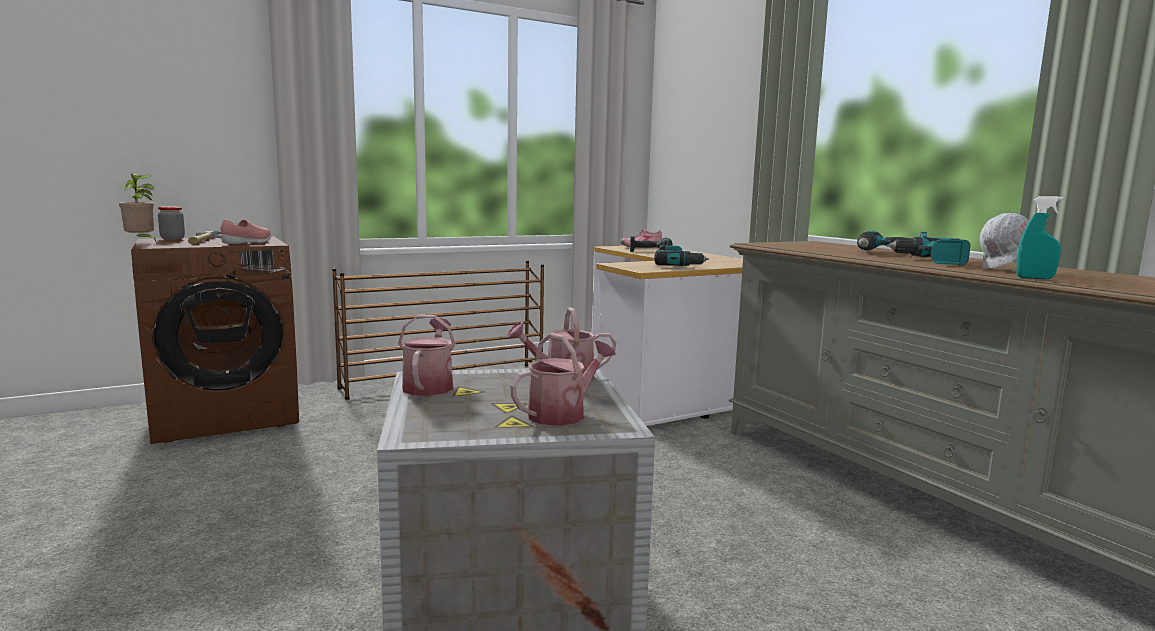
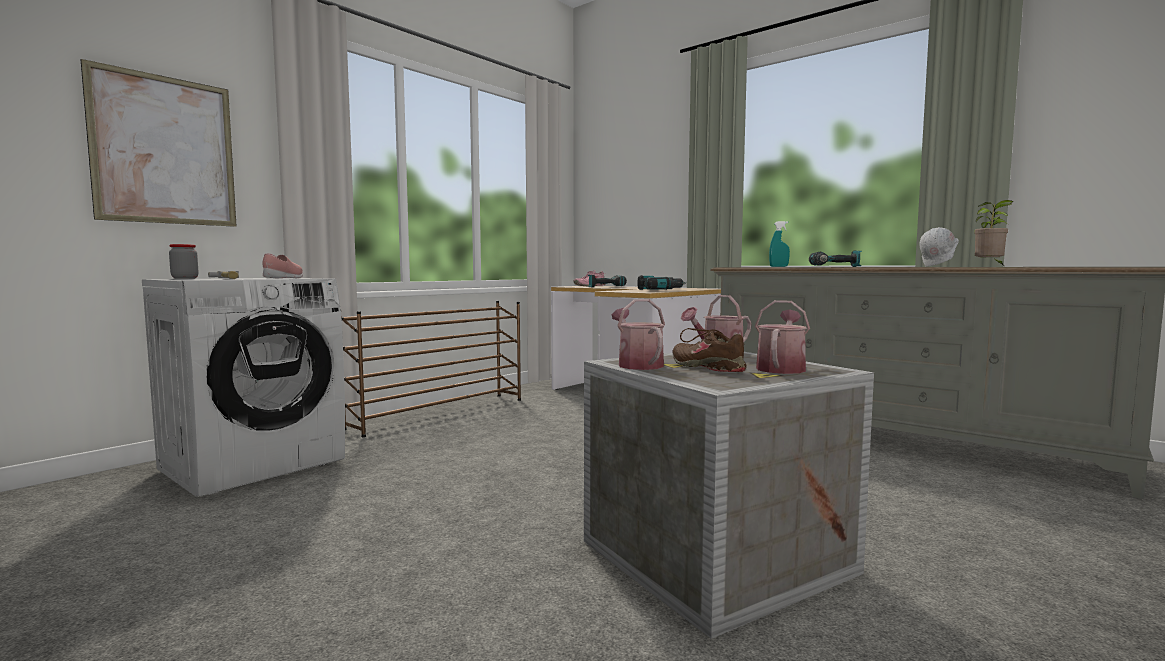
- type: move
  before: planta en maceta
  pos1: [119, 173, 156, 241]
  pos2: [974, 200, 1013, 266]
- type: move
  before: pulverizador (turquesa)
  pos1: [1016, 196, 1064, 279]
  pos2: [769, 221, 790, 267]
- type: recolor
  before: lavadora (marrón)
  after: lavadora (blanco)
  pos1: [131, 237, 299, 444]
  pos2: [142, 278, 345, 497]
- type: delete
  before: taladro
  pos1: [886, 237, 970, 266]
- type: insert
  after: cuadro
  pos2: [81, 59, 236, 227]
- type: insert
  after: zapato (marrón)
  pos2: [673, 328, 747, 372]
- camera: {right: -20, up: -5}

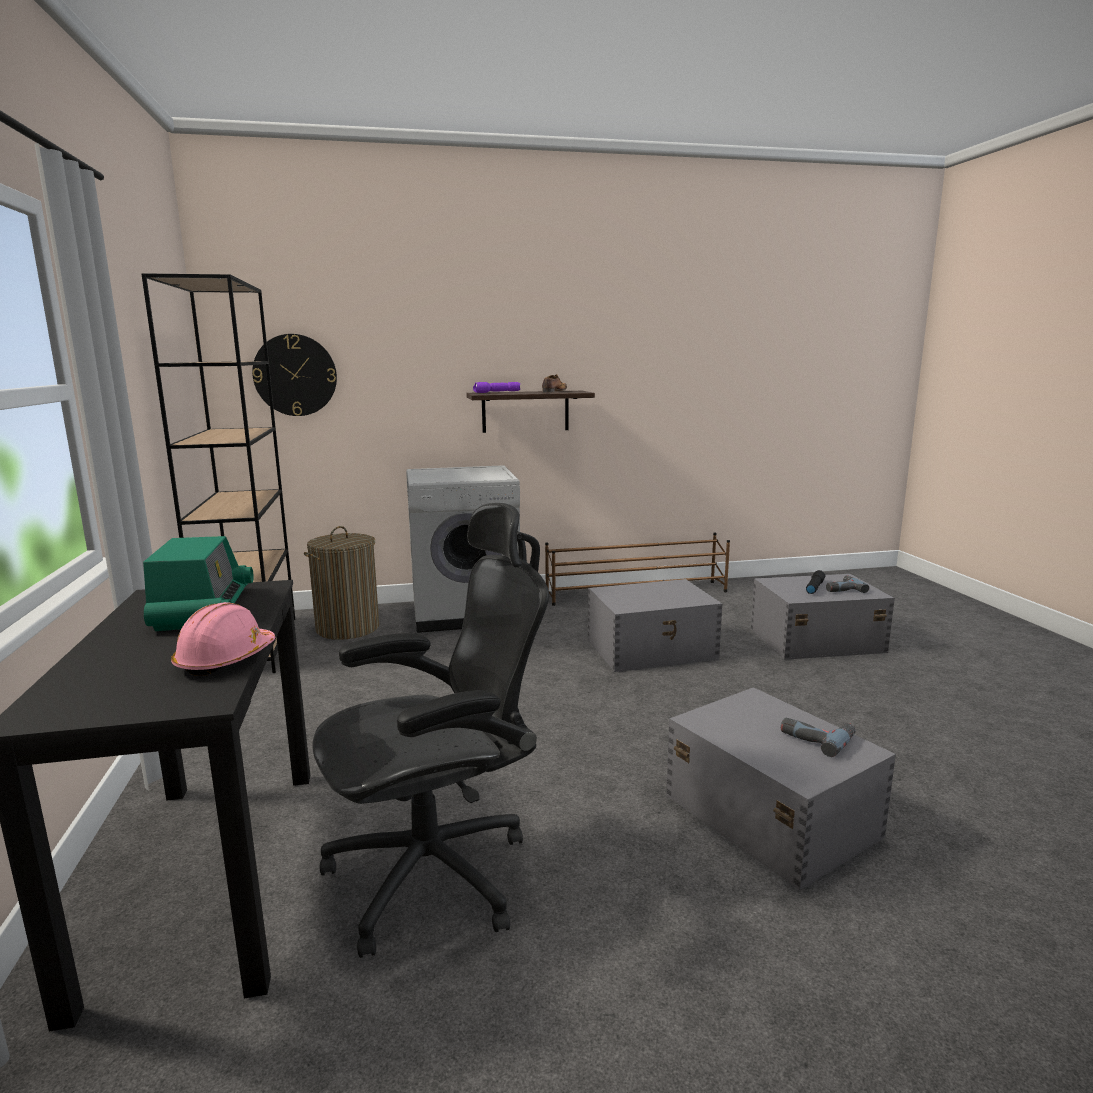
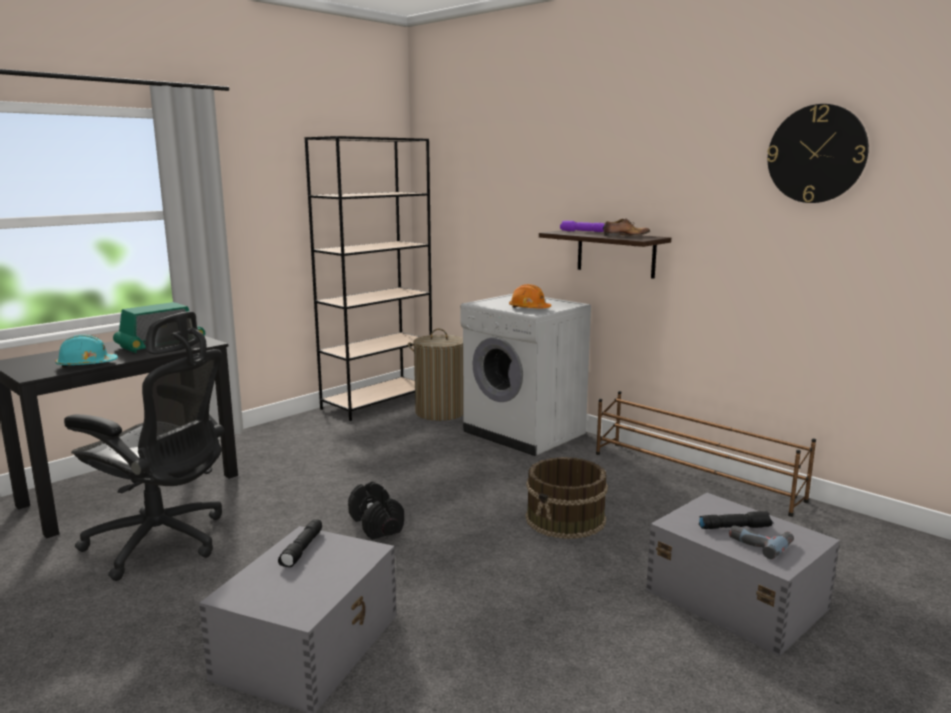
- type: move
  before: reloj de pared
  pos1: [252, 334, 337, 416]
  pos2: [767, 104, 869, 203]
- type: replace
  before: caja de almacenaje (gris)
  after: cubo (marrón)
  pos1: [588, 579, 722, 672]
  pos2: [526, 457, 608, 539]
- type: recolor
  before: casco (rosa)
  after: casco (turquesa)
  pos1: [171, 602, 275, 676]
  pos2: [55, 335, 118, 368]
- type: delete
  before: taladro
  pos1: [781, 718, 856, 757]
- type: insert
  after: casco (naranja)
  pos2: [509, 284, 551, 308]
- type: insert
  after: mancuerna (negro)
  pos2: [348, 481, 404, 540]
- type: insert
  after: linterna (negro)
  pos2: [278, 519, 322, 567]
- camera: {right: 55, up: 0}

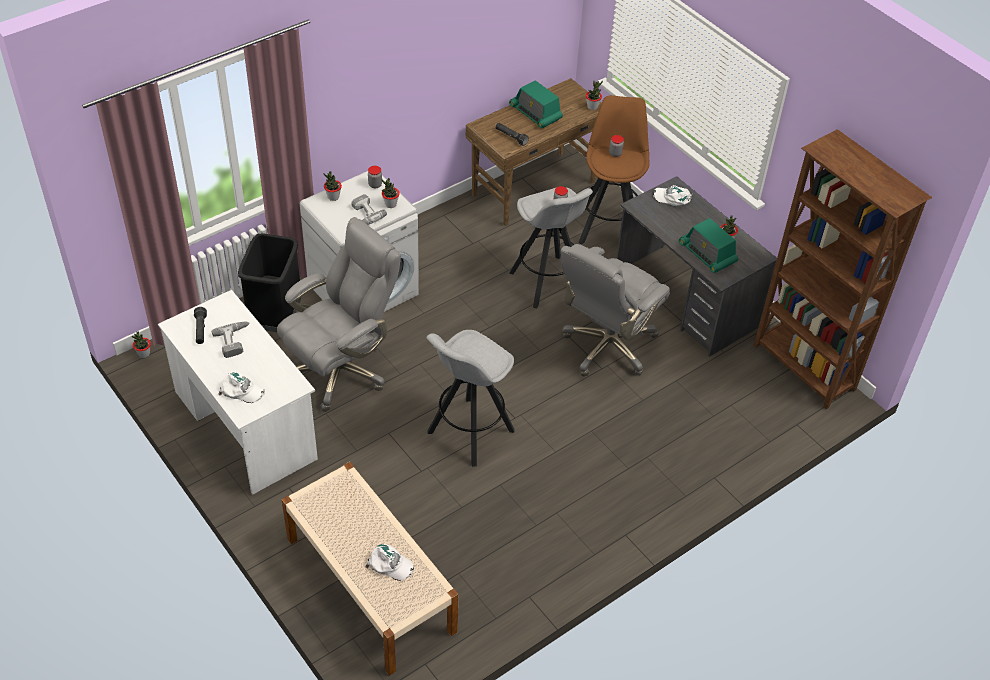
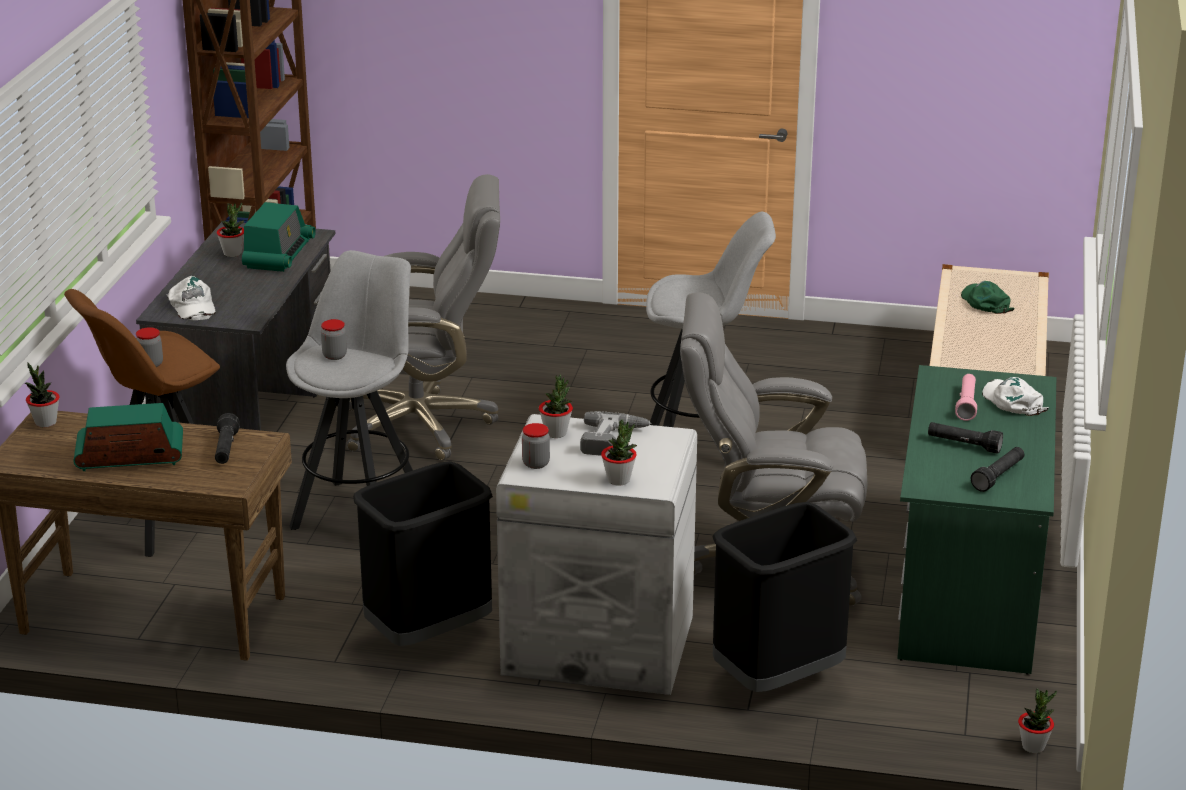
- type: rotate
  before: radio
  pos1: [509, 80, 563, 129]
  pos2: [74, 403, 183, 471]
  turn: -105
- type: recolor
  before: escritorio (blanco)
  after: escritorio (verde)
  pos1: [158, 290, 318, 495]
  pos2: [897, 365, 1056, 674]
- type: replace
  before: taladro
  after: linterna (negro)
  pos1: [212, 322, 249, 358]
  pos2: [928, 422, 1003, 454]
- type: recolor
  before: gorra (blanco)
  after: gorra (verde)
  pos1: [365, 544, 414, 581]
  pos2: [961, 281, 1015, 314]
- type: insert
  after: linterna (rosa)
  pos2: [955, 374, 977, 421]
- type: insert
  after: papelera (negro)
  pos2: [353, 461, 493, 646]
- camera: {right: -130, up: -20}

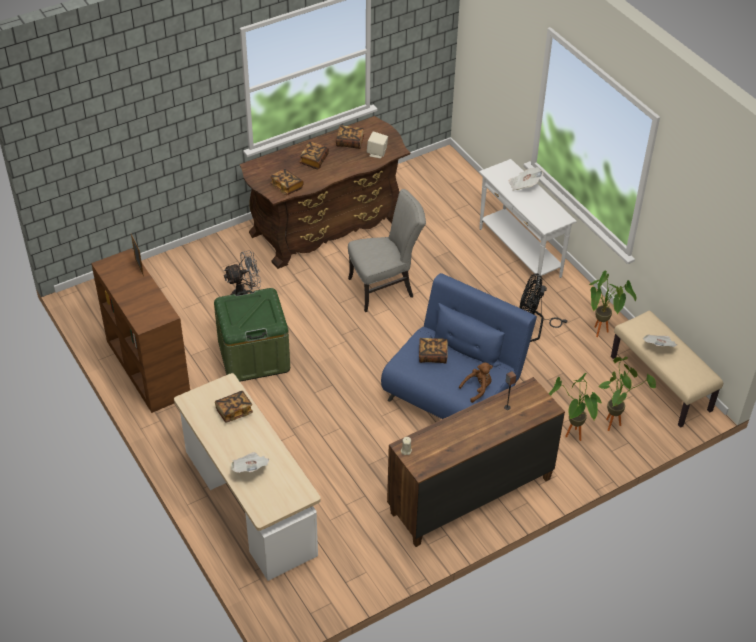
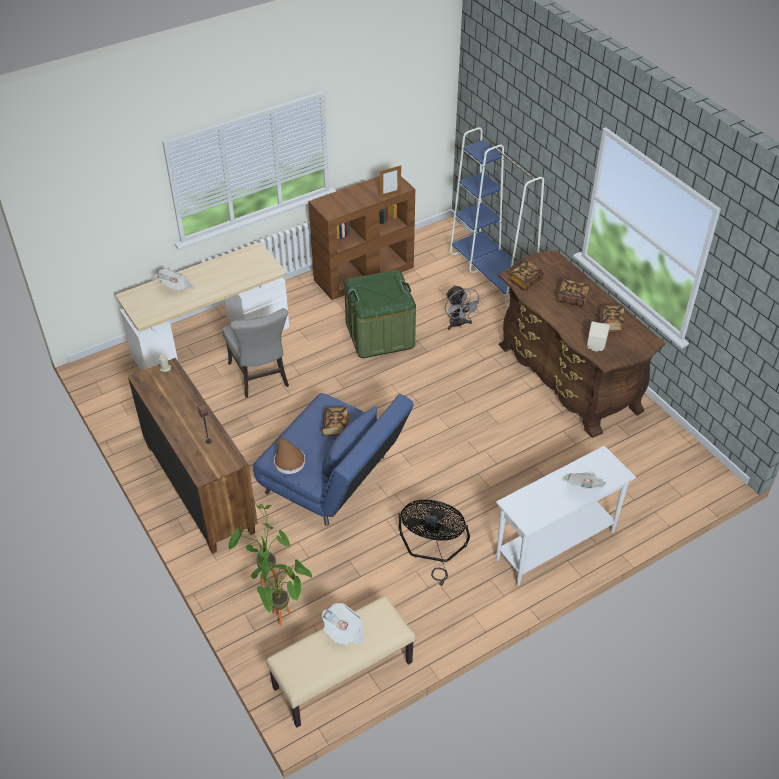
- type: move
  before: silla (gris)
  pos1: [348, 189, 426, 312]
  pos2: [222, 308, 289, 398]
- type: delete
  before: planta en maceta
  pos1: [589, 270, 636, 337]
- type: replace
  before: peluche (marrón)
  after: sombrero (marrón)
  pos1: [459, 363, 493, 403]
  pos2: [274, 438, 305, 474]
- type: delete
  before: libro
  pos1: [215, 391, 253, 423]
- type: insert
  after: perchero (azul)
  pos2: [450, 127, 544, 307]
- camera: {right: 90, up: 0}

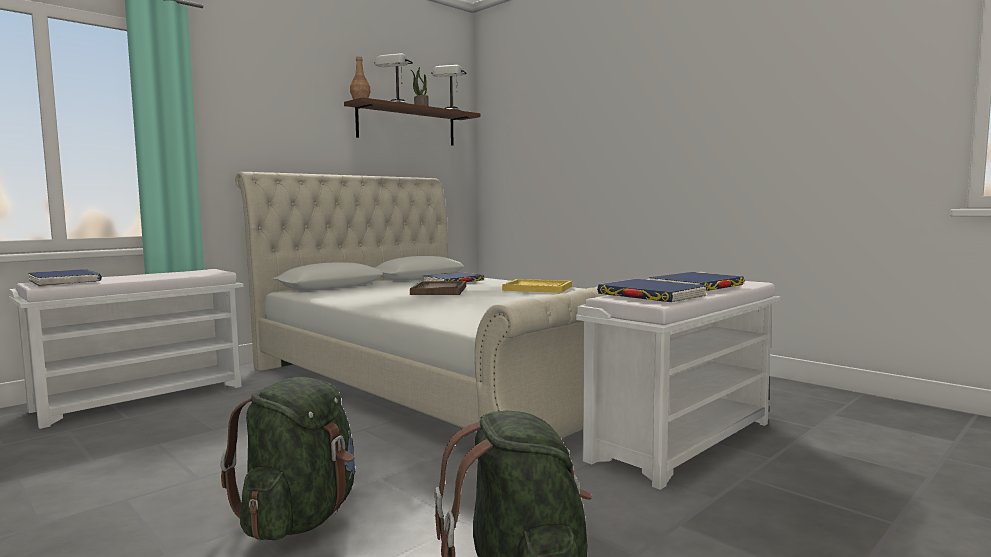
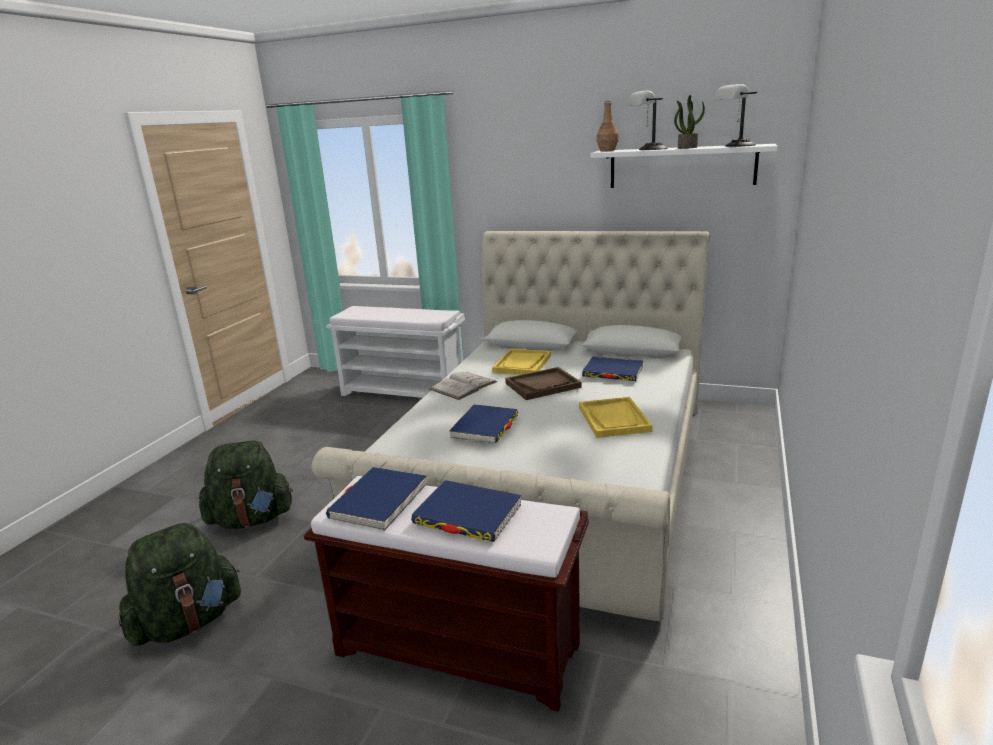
- type: recolor
  before: estante (marrón)
  after: estante (blanco)
  pos1: [344, 97, 480, 146]
  pos2: [590, 144, 778, 188]
- type: move
  before: libro (azul)
  pos1: [28, 269, 102, 287]
  pos2: [449, 404, 518, 443]
- type: recolor
  before: banco (blanco)
  after: banco (marrón)
  pos1: [576, 281, 780, 490]
  pos2: [304, 476, 589, 711]
- type: insert
  after: bandeja (amarillo)
  pos2: [492, 348, 551, 375]
- type: insert
  after: libro (blanco)
  pos2: [430, 372, 497, 400]
- camera: {right: 65, up: 15}

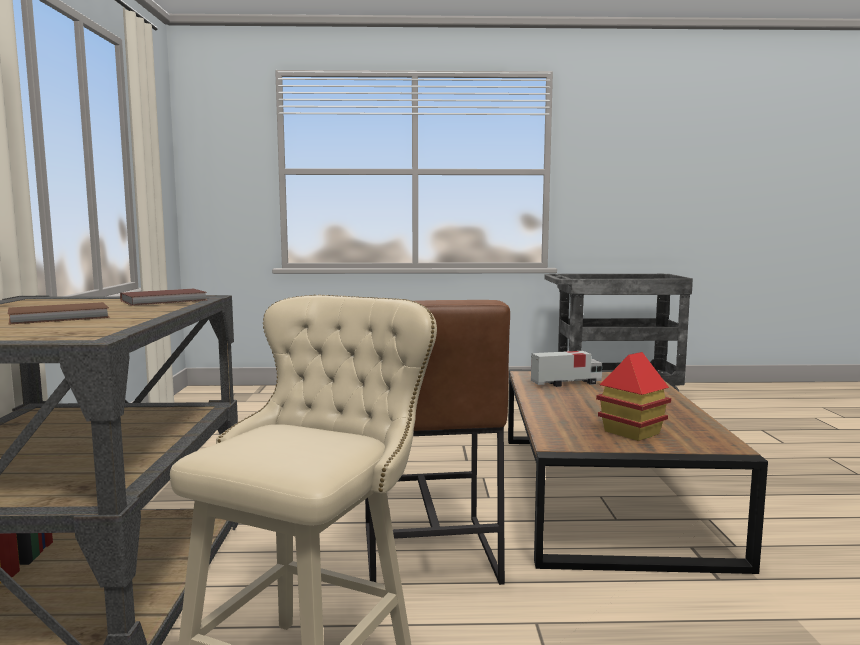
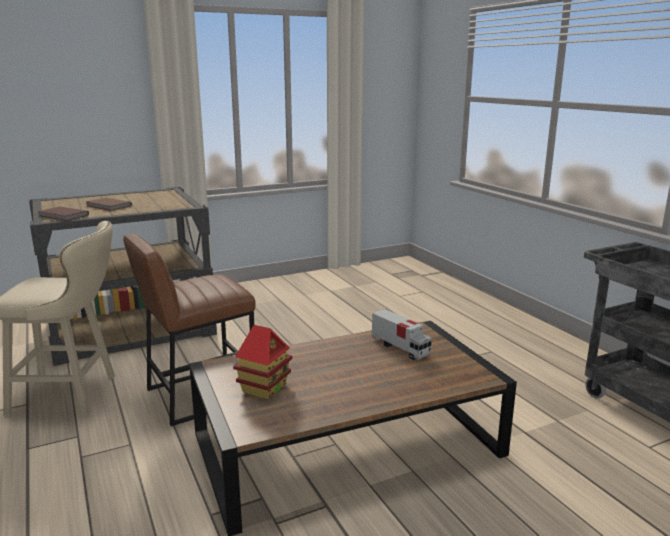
- type: move
  before: libro (marrón)
  pos1: [120, 289, 207, 306]
  pos2: [38, 206, 89, 221]
- camera: {right: 65, up: 10}

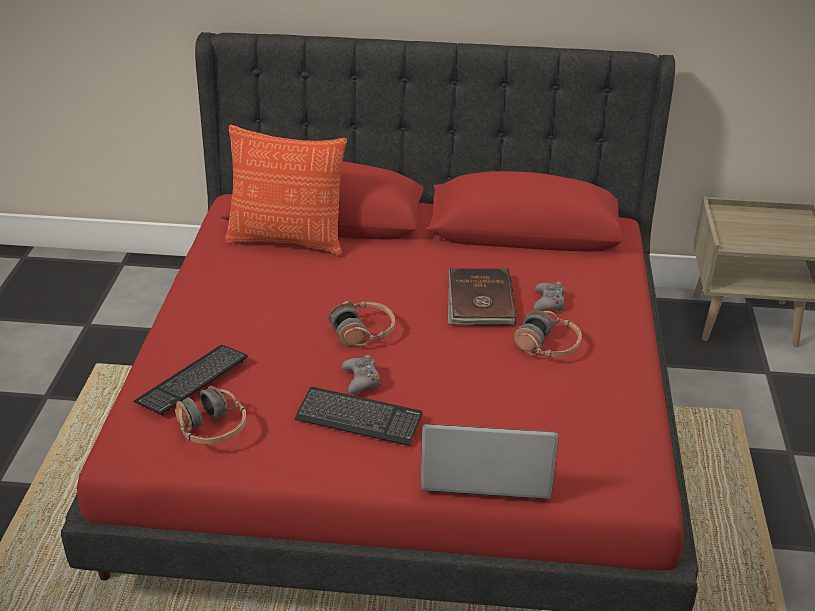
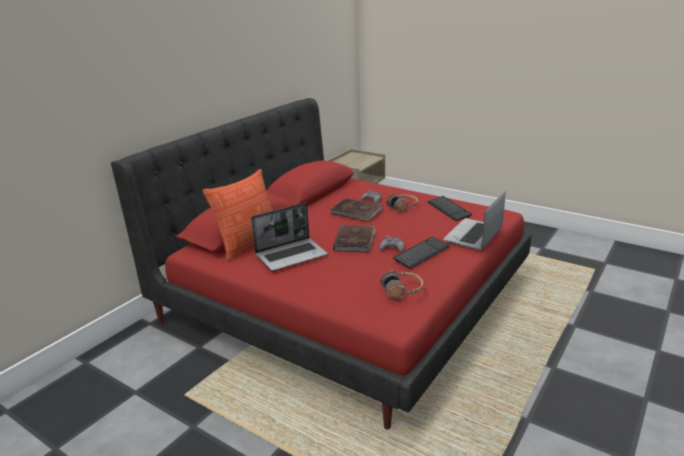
- type: replace
  before: auriculares
  after: libro (marrón)
  pos1: [329, 301, 395, 346]
  pos2: [333, 225, 376, 253]
- type: move
  before: teclado
  pos1: [133, 345, 248, 416]
  pos2: [427, 196, 472, 221]
- type: insert
  after: portátil
  pos2: [251, 203, 328, 271]
- camera: {right: -60, up: -10}

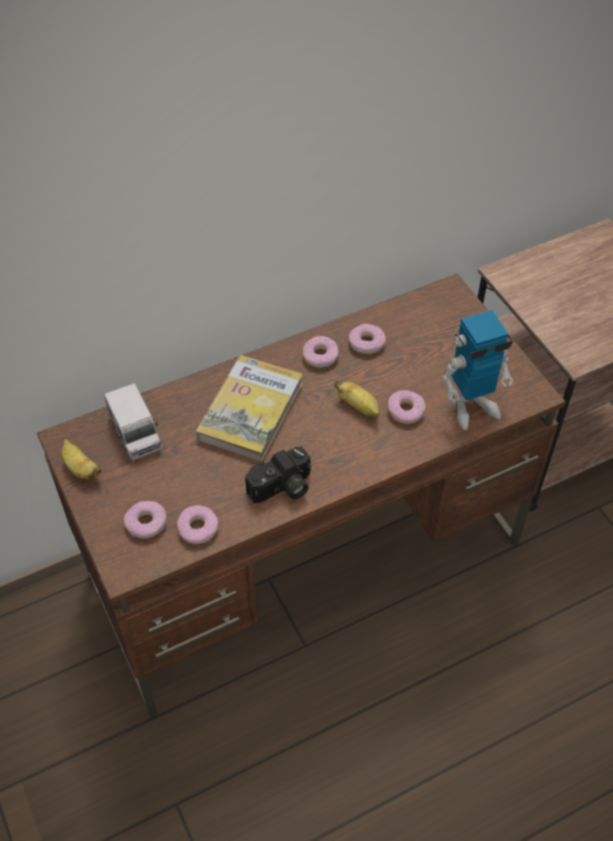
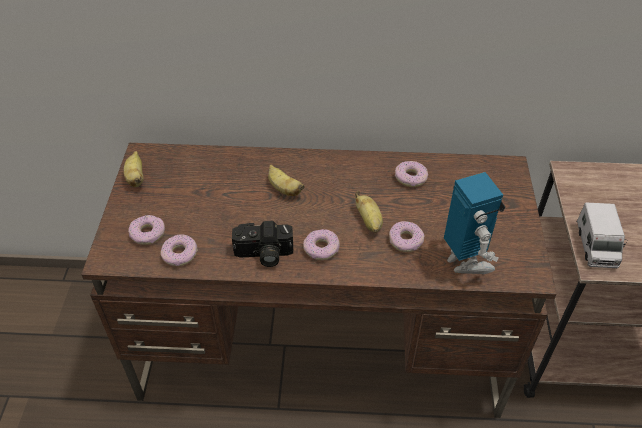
- type: rotate
  before: robot de juguete
  pos1: [442, 310, 513, 430]
  pos2: [444, 172, 505, 274]
  turn: -120
- type: move
  before: rosquilla
  pos1: [302, 336, 339, 368]
  pos2: [303, 229, 340, 260]
- type: replace
  before: libro
  after: plátano
  pos1: [196, 355, 303, 461]
  pos2: [268, 165, 305, 196]
- type: move
  before: camión de juguete
  pos1: [104, 383, 162, 461]
  pos2: [577, 202, 627, 268]
- camera: {right: 30, up: -5}

